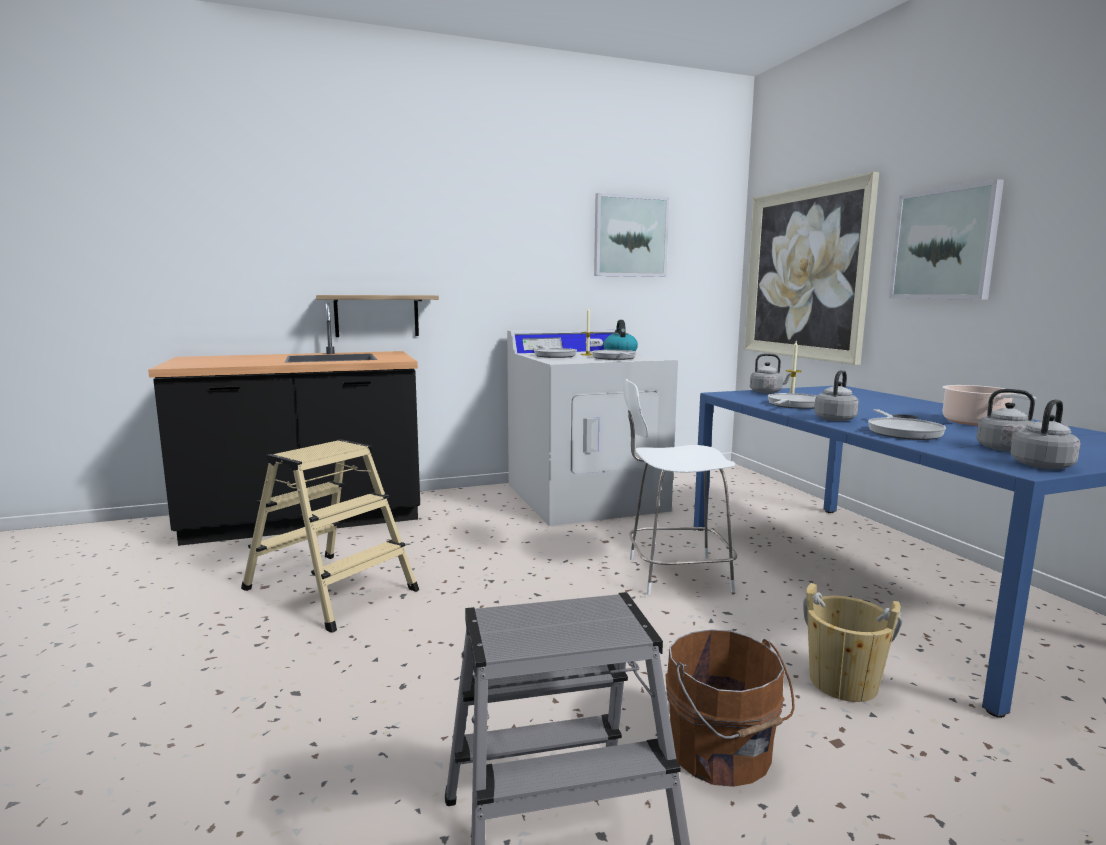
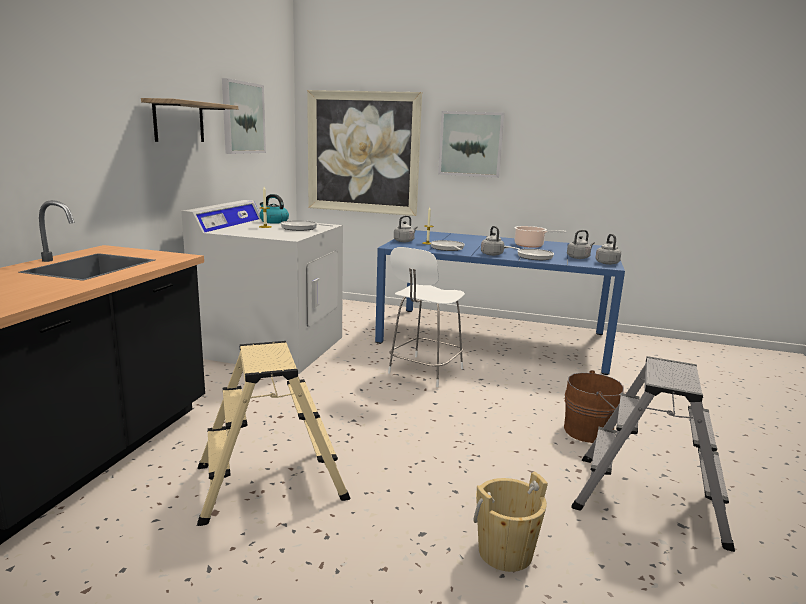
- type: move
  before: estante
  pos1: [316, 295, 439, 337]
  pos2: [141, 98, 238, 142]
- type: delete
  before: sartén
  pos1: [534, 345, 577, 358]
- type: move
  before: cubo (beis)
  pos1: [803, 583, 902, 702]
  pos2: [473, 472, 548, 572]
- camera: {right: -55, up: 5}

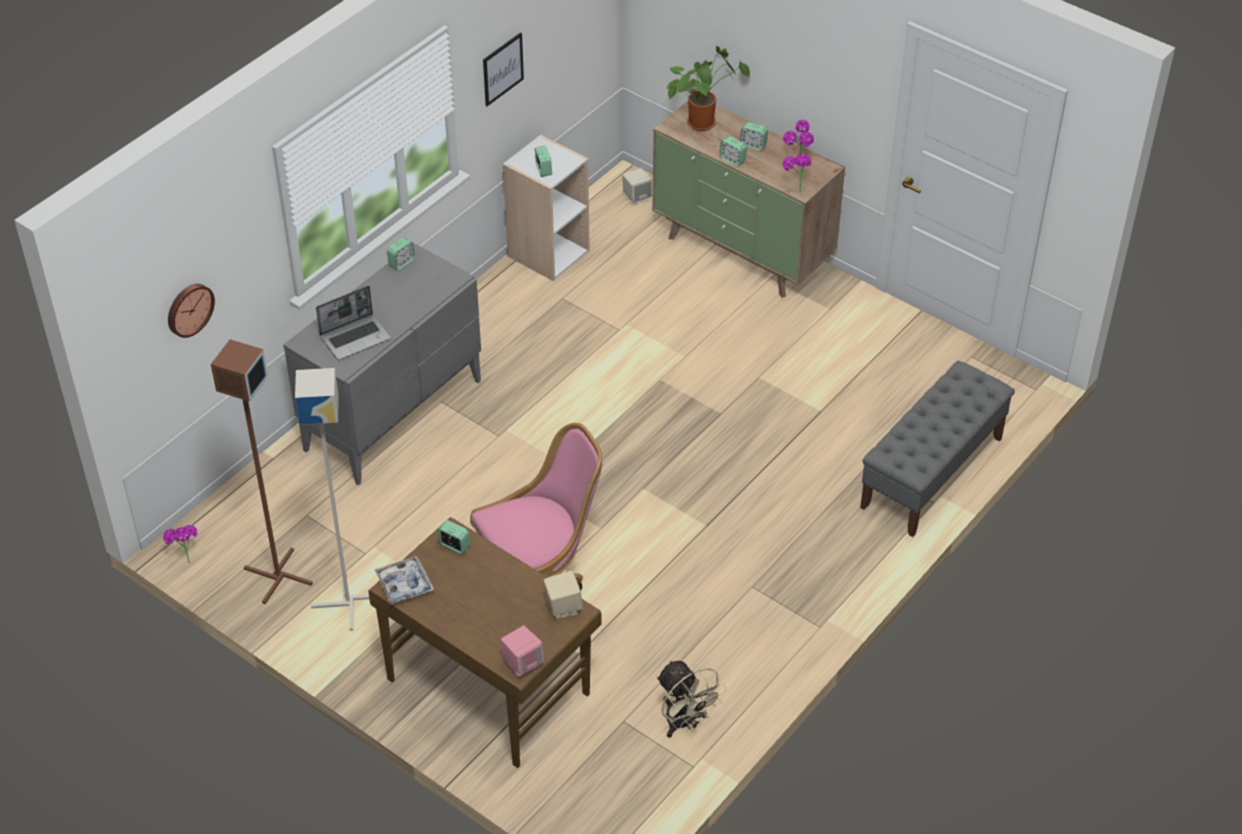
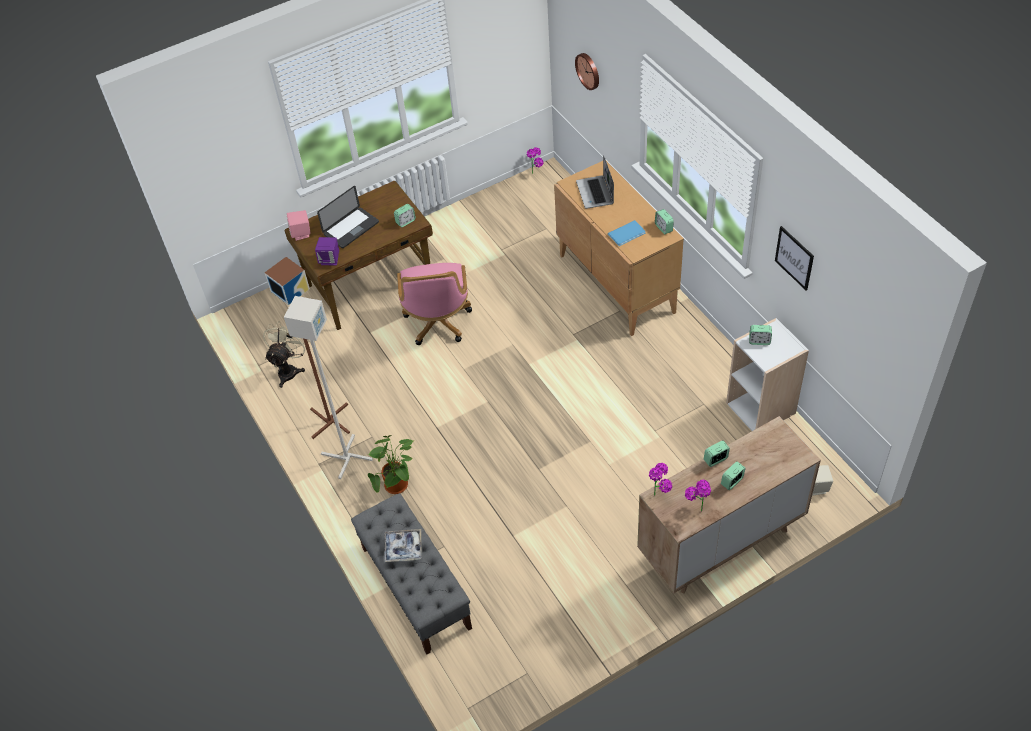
- type: move
  before: planta en maceta
  pos1: [666, 46, 750, 131]
  pos2: [368, 435, 413, 494]
- type: recolor
  before: armario (gris)
  after: armario (marrón)
  pos1: [283, 243, 481, 486]
  pos2: [554, 161, 684, 336]
- type: move
  before: lámpara de pie (marrón)
  pos1: [211, 339, 313, 604]
  pos2: [265, 257, 350, 439]
- type: move
  before: lámpara de pie (gris)
  pos1: [295, 368, 369, 631]
  pos2: [284, 296, 373, 479]
- type: move
  before: bandeja
  pos1: [374, 556, 434, 605]
  pos2: [384, 529, 421, 562]
- type: recolor
  before: altavoz (beis)
  after: altavoz (morado)
  pos1: [544, 570, 583, 619]
  pos2: [315, 237, 339, 265]
- type: rotate
  before: ventilador (beis)
  pos1: [657, 660, 727, 738]
  pos2: [263, 321, 308, 388]
  turn: 120
- type: insert
  after: portátil
  pos2: [317, 186, 379, 248]
- type: insert
  after: libro (azul)
  pos2: [608, 220, 646, 246]
- camera: {right: 115, up: 5}

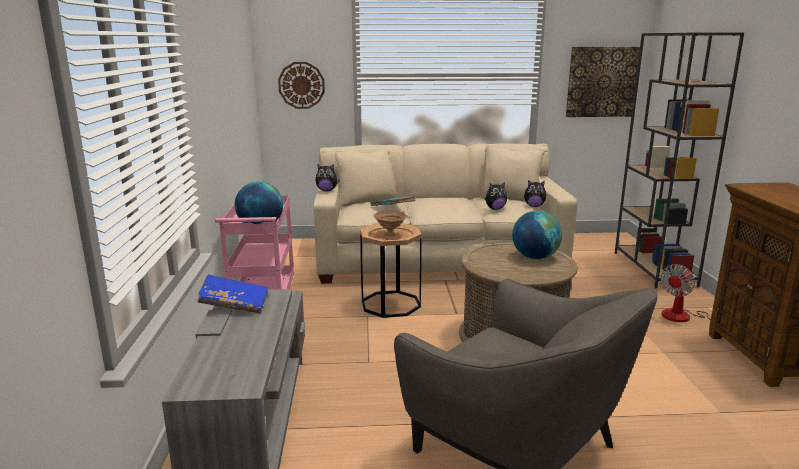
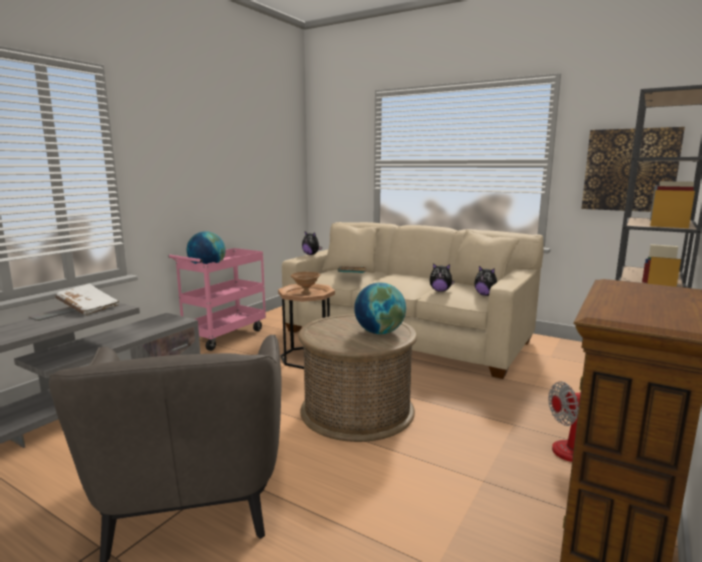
- type: delete
  before: reloj de pared
  pos1: [278, 62, 325, 109]
- type: recolor
  before: libro (azul)
  after: libro (blanco)
  pos1: [197, 274, 268, 314]
  pos2: [56, 283, 119, 316]
- camera: {right: 35, up: -5}

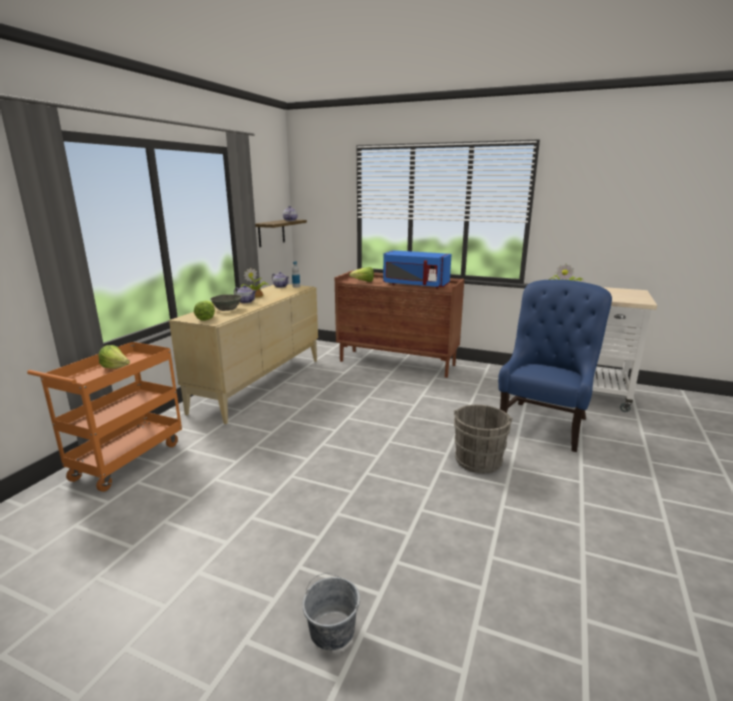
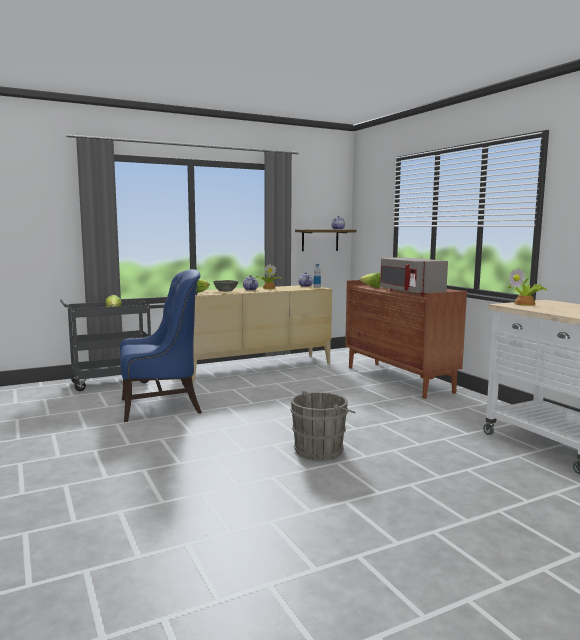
- type: recolor
  before: microondas (azul)
  after: microondas (gris)
  pos1: [383, 250, 451, 289]
  pos2: [380, 257, 448, 296]
- type: move
  before: silla (azul)
  pos1: [498, 280, 612, 452]
  pos2: [120, 269, 202, 422]
- type: recolor
  before: carrito (naranja)
  after: carrito (gris)
  pos1: [27, 342, 182, 492]
  pos2: [60, 299, 151, 391]
- type: delete
  before: cubo (gris)
  pos1: [303, 573, 360, 650]
- camera: {right: 40, up: -10}

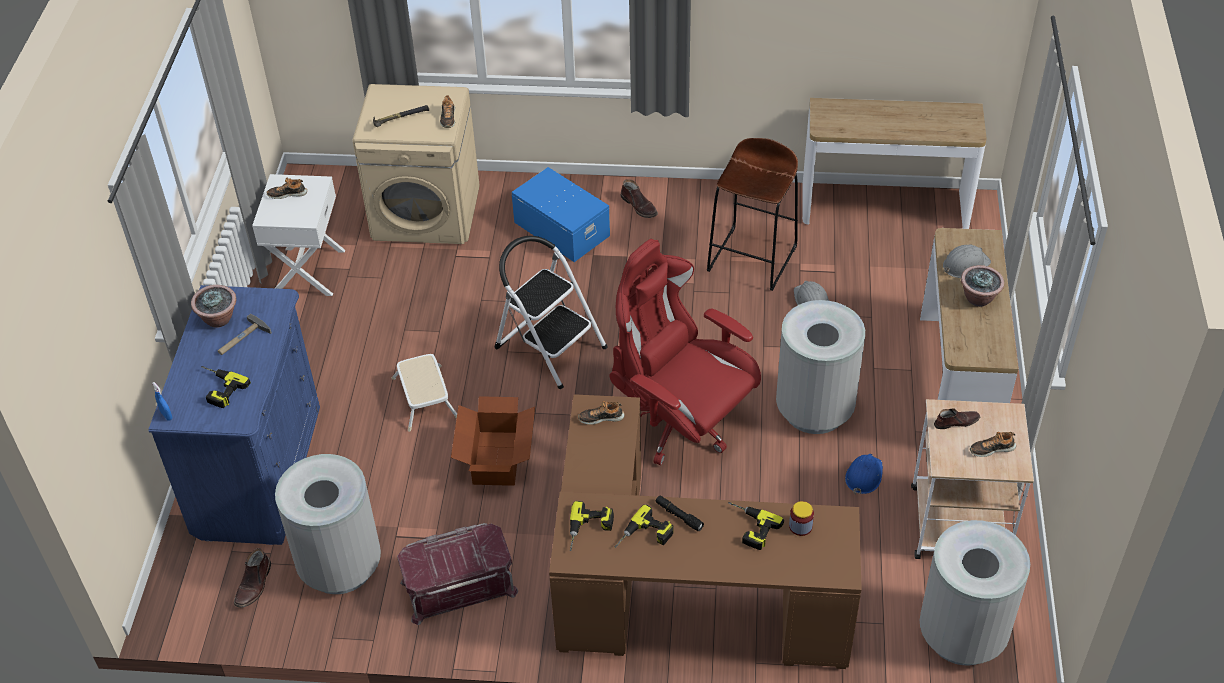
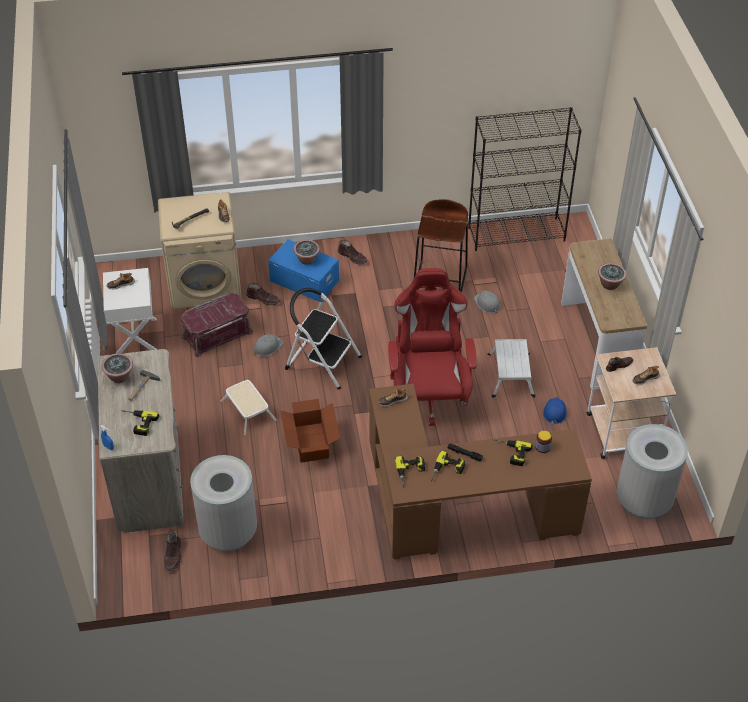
- type: replace
  before: mesa consola
  after: estantería (negro)
  pos1: [802, 98, 987, 229]
  pos2: [468, 107, 582, 251]
- type: rotate
  before: silla de oficina (rojo)
  pos1: [609, 239, 761, 465]
  pos2: [388, 268, 476, 426]
  turn: 60
- type: move
  before: casco (gris)
  pos1: [943, 245, 991, 278]
  pos2: [254, 334, 284, 357]
- type: recolor
  before: cómoda (azul)
  after: cómoda (beis)
  pos1: [149, 285, 320, 545]
  pos2: [98, 349, 184, 533]
- type: replace
  before: papelera (gris)
  after: escalera de tijera (blanco)
  pos1: [776, 300, 865, 434]
  pos2: [488, 339, 535, 398]
- type: move
  before: caja de almacenaje (rojo)
  pos1: [397, 523, 518, 625]
  pos2: [181, 293, 253, 357]
- type: insert
  after: planta en maceta
  pos2: [294, 240, 320, 265]
- type: insert
  after: bota (marrón)
  pos2: [246, 283, 281, 305]
- camera: {right: -15, up: 0}

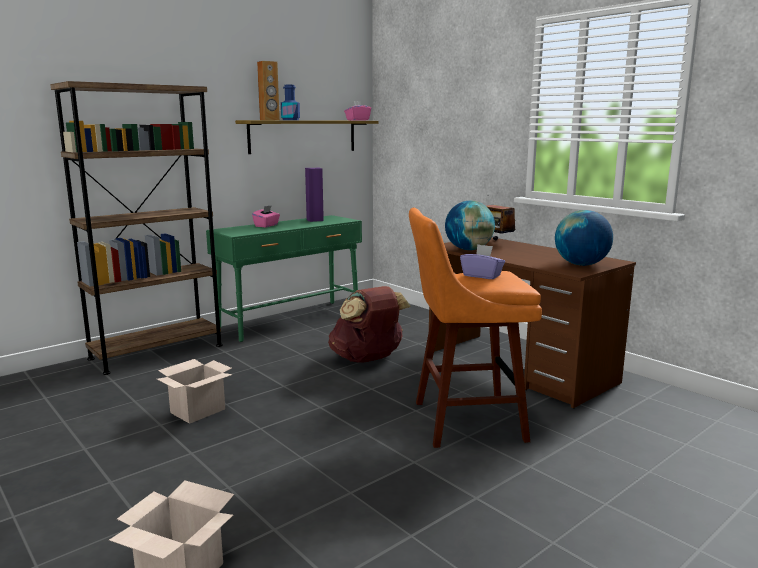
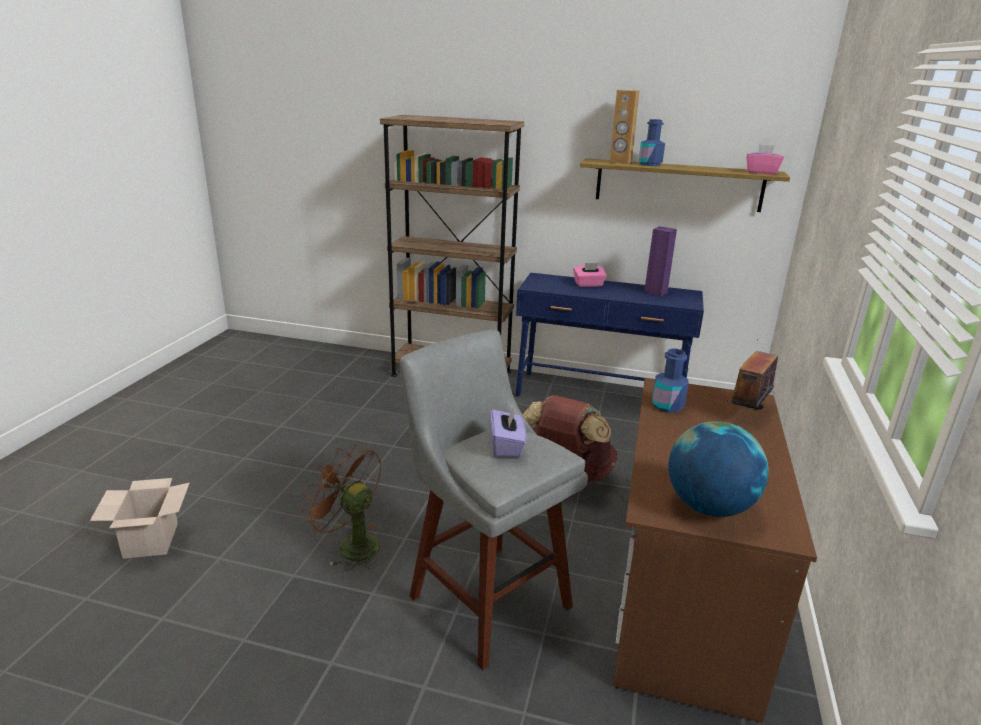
- type: replace
  before: globo terráqueo
  after: botella (azul)
  pos1: [445, 201, 495, 250]
  pos2: [652, 349, 689, 413]
- type: recolor
  before: taburete (naranja)
  after: taburete (gris)
  pos1: [409, 208, 542, 448]
  pos2: [400, 329, 588, 670]
- type: recolor
  before: mesa consola (verde)
  after: mesa consola (azul)
  pos1: [206, 215, 362, 342]
  pos2: [515, 273, 704, 396]
- type: delete
  before: caja de cartón
  pos1: [157, 359, 232, 424]
- type: insert
  after: ventilador (marrón)
  pos2: [301, 443, 381, 571]
- camera: {right: 55, up: 10}

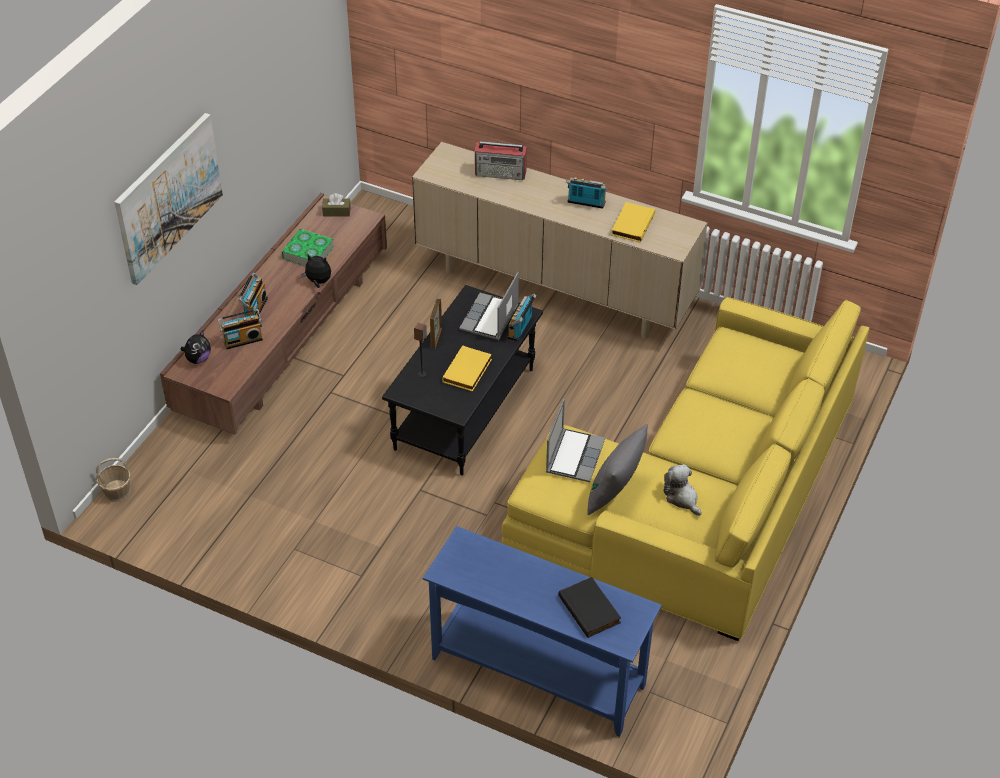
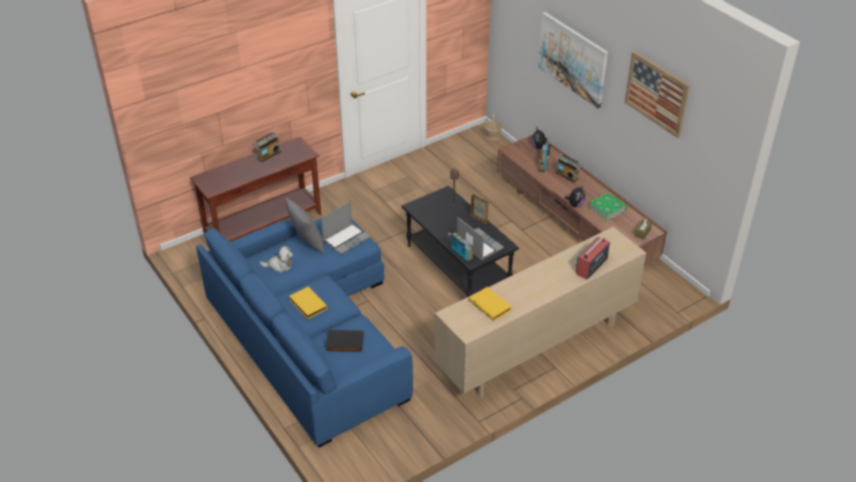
- type: move
  before: radio
  pos1: [566, 177, 608, 209]
  pos2: [253, 131, 281, 162]
- type: recolor
  before: sofá (amarillo)
  after: sofá (azul)
  pos1: [502, 297, 869, 641]
  pos2: [196, 219, 413, 448]
- type: move
  before: libro (amarillo)
  pos1: [442, 346, 492, 392]
  pos2: [289, 287, 327, 319]
- type: rotate
  before: portátil
  pos1: [546, 398, 605, 482]
  pos2: [321, 201, 370, 254]
  turn: -90
- type: recolor
  before: mesa consola (azul)
  after: mesa consola (marrón)
  pos1: [423, 526, 662, 737]
  pos2: [190, 137, 321, 242]
- type: move
  before: libro (negro)
  pos1: [558, 577, 621, 638]
  pos2: [326, 330, 364, 352]
- type: insert
  after: cuadro
  pos2: [625, 51, 690, 138]
- camera: {right: 120, up: -5}

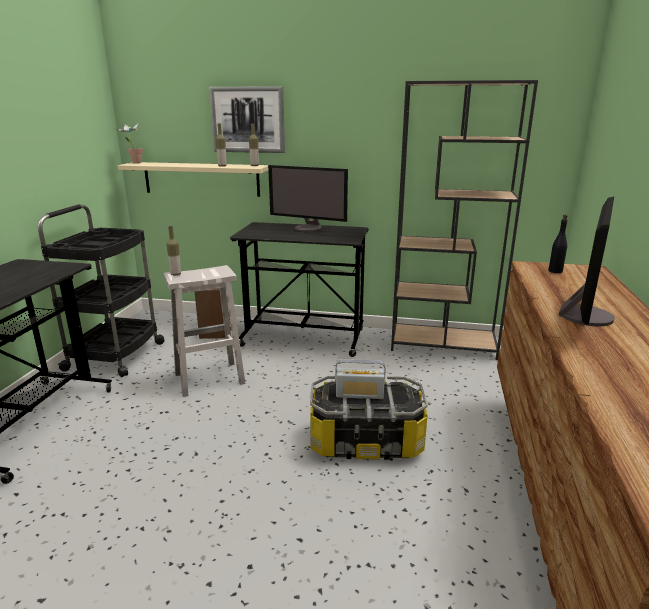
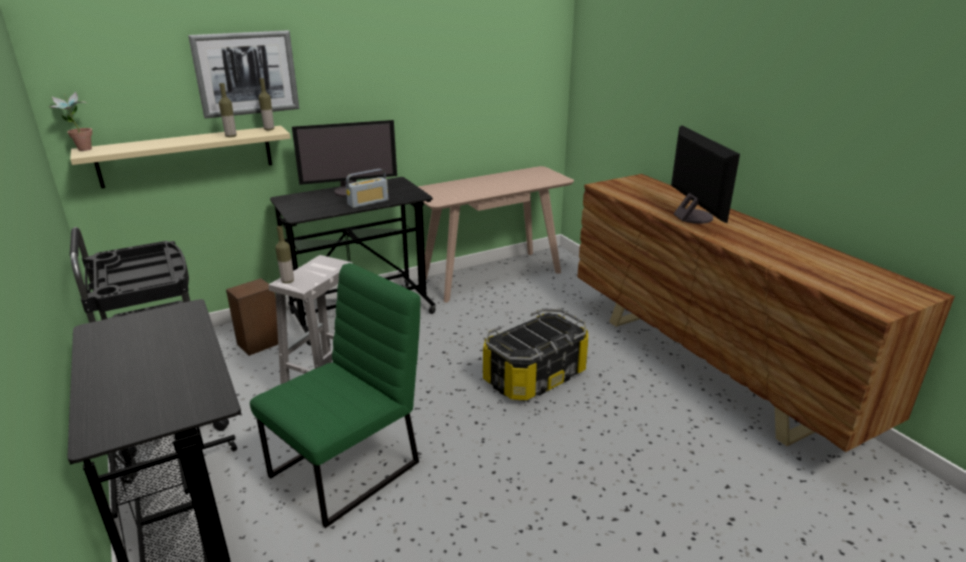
- type: replace
  before: estantería
  after: mesa consola (beis)
  pos1: [391, 80, 538, 360]
  pos2: [418, 166, 574, 303]
- type: delete
  before: botella (negro)
  pos1: [548, 215, 568, 273]
- type: move
  before: radio
  pos1: [335, 359, 386, 399]
  pos2: [346, 169, 388, 208]
- type: insert
  after: silla (verde)
  pos2: [250, 263, 421, 528]
- camera: {right: -40, up: 5}

